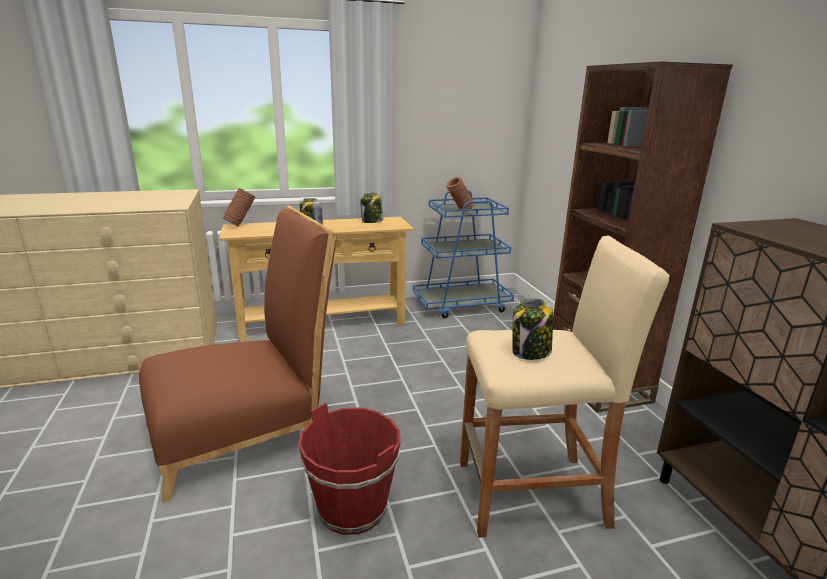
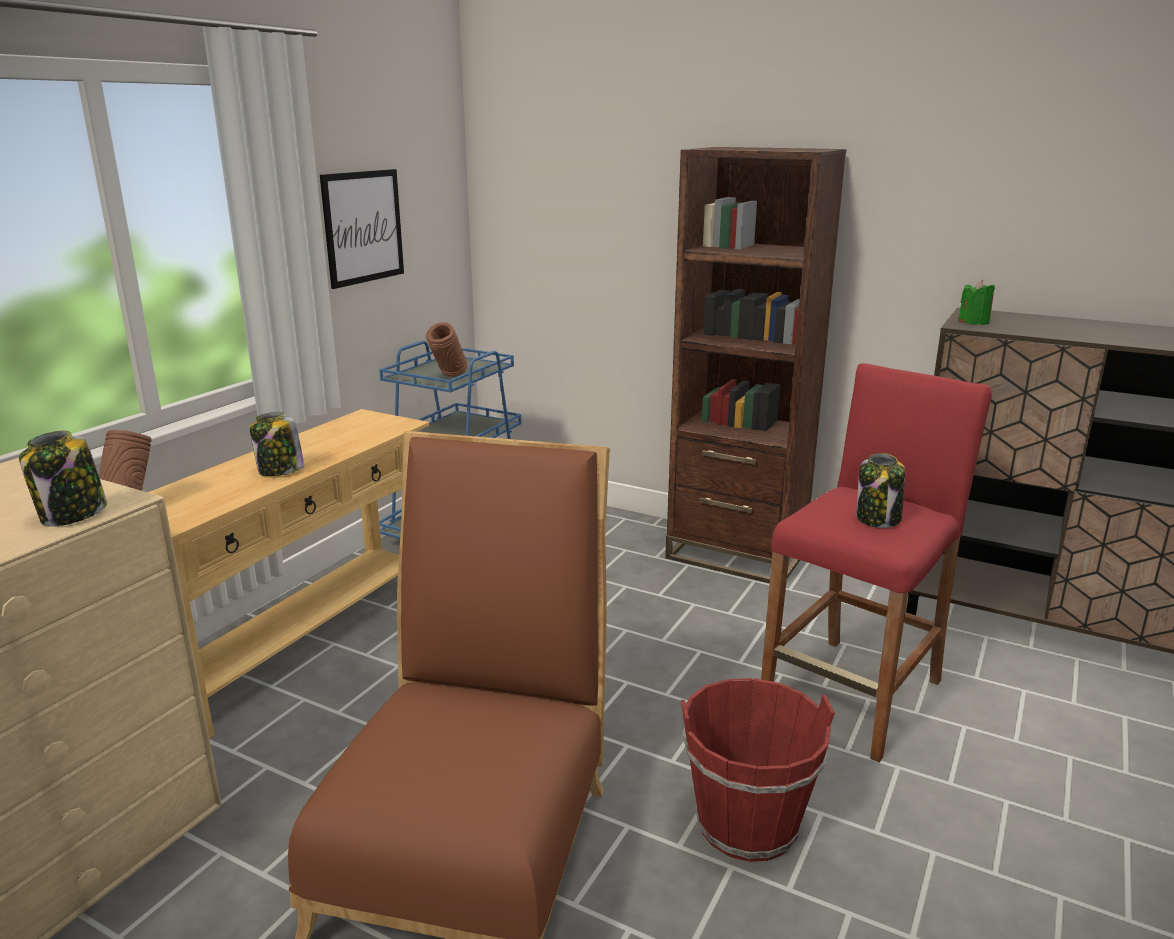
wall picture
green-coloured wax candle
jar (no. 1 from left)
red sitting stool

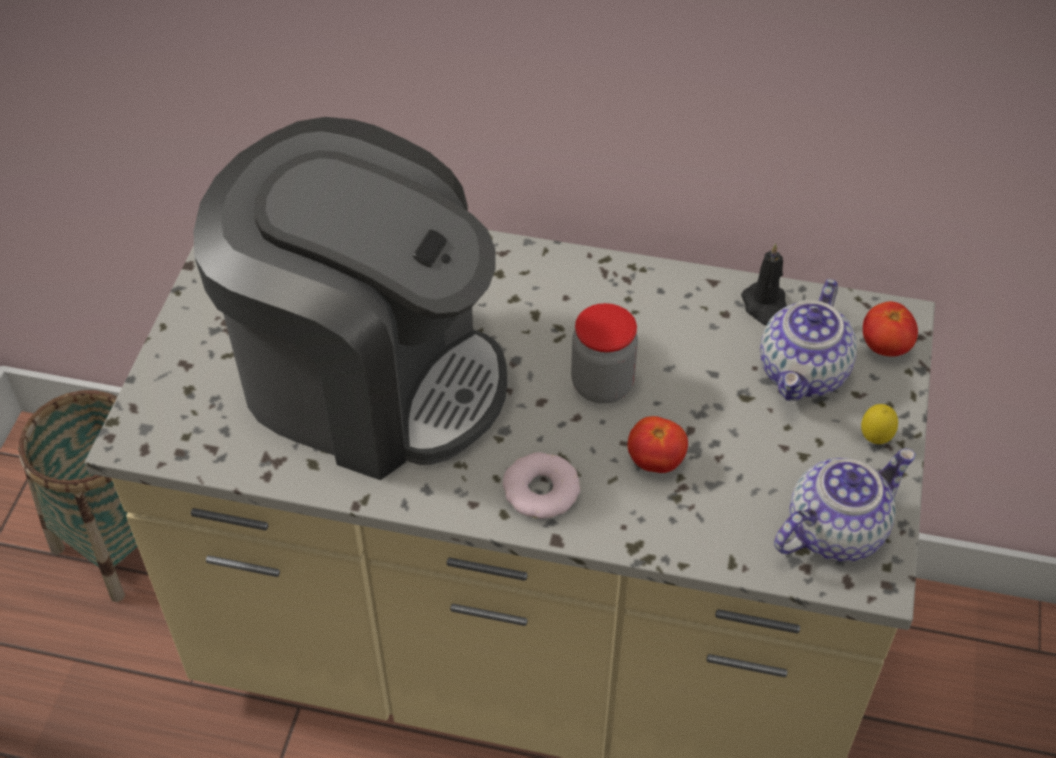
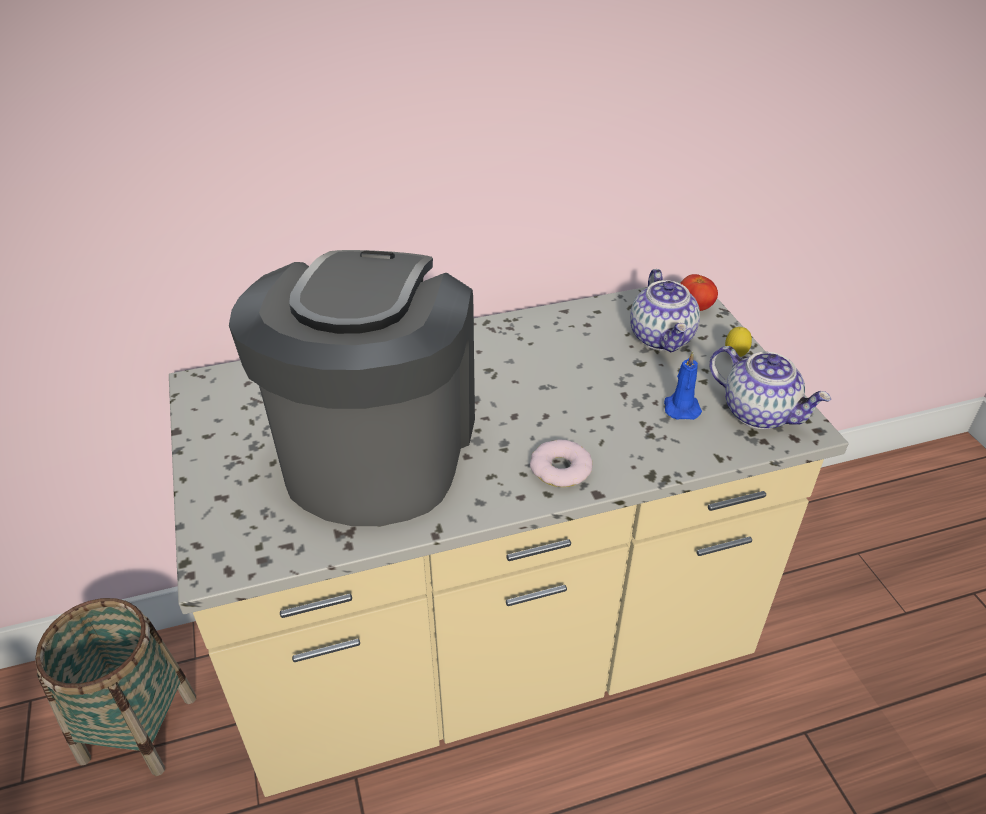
jar
tomato (no. 1 from left in the first image)
blackish wax candle
bluish wax candle
coffee brewer
pot for tea (no. 2 from left)

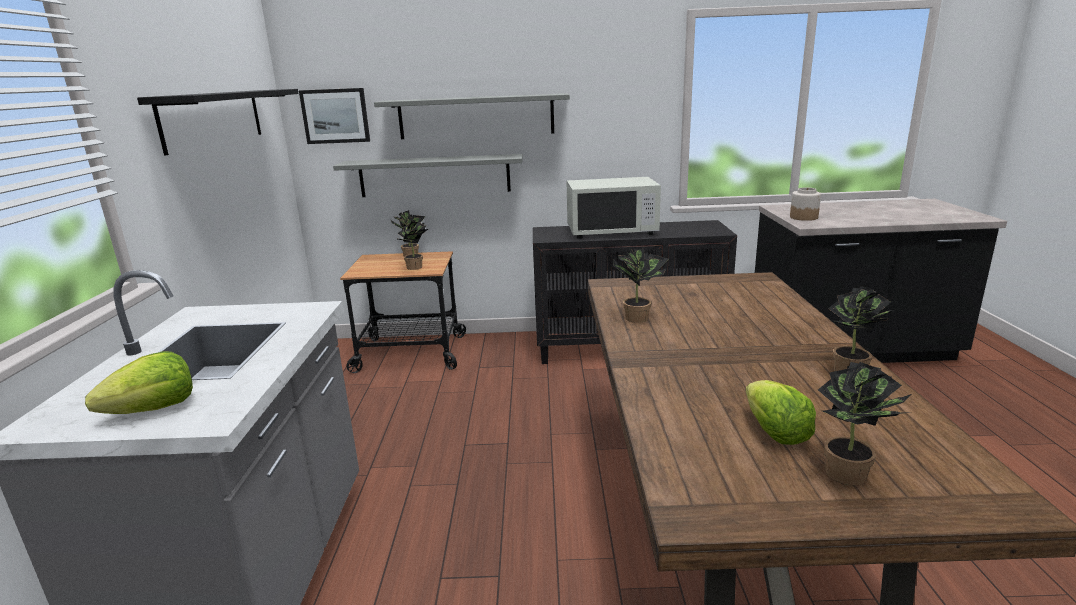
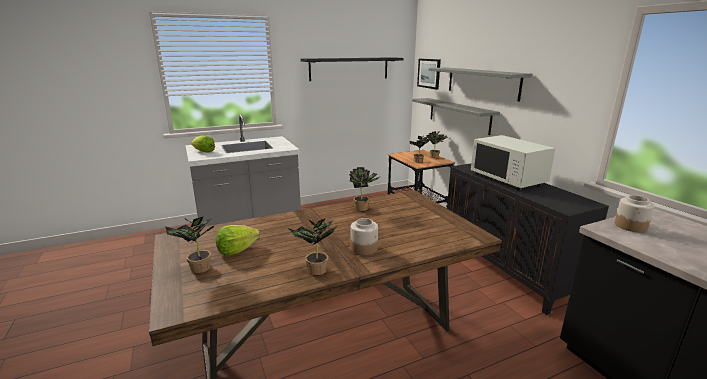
jar (no. 1 from left)

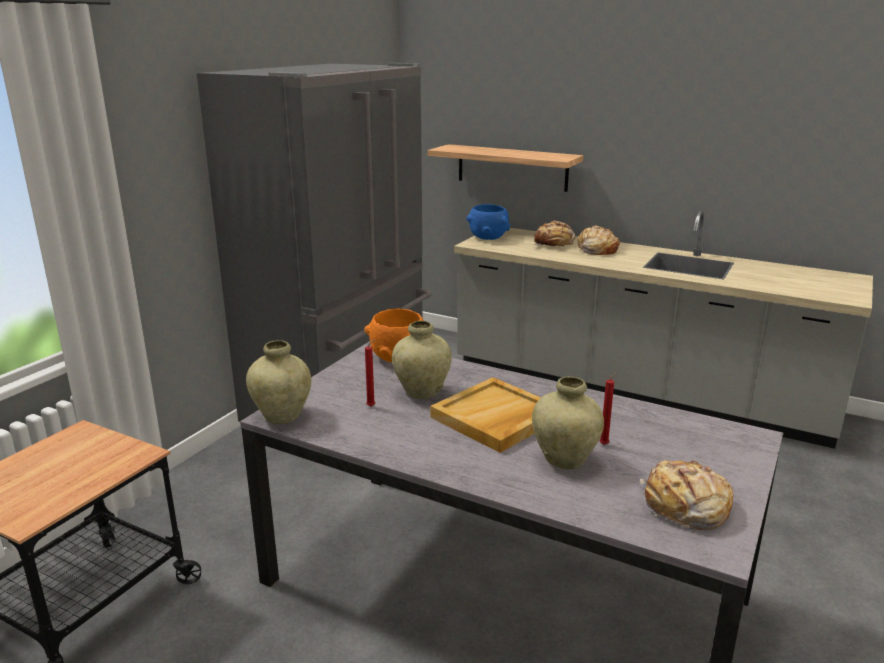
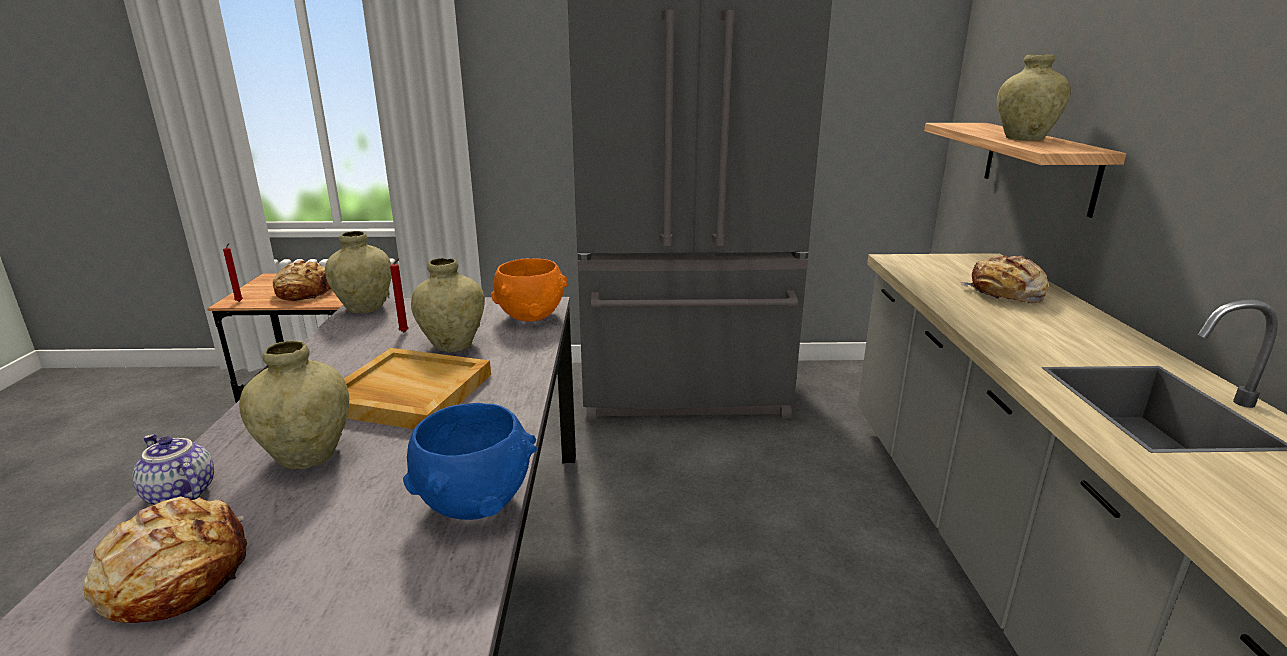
pot for tea
beige-coloured flower vase (no. 4 from left)
bluish bowl
bakery bread (no. 2 from left)
red wax candle (no. 1 from left)

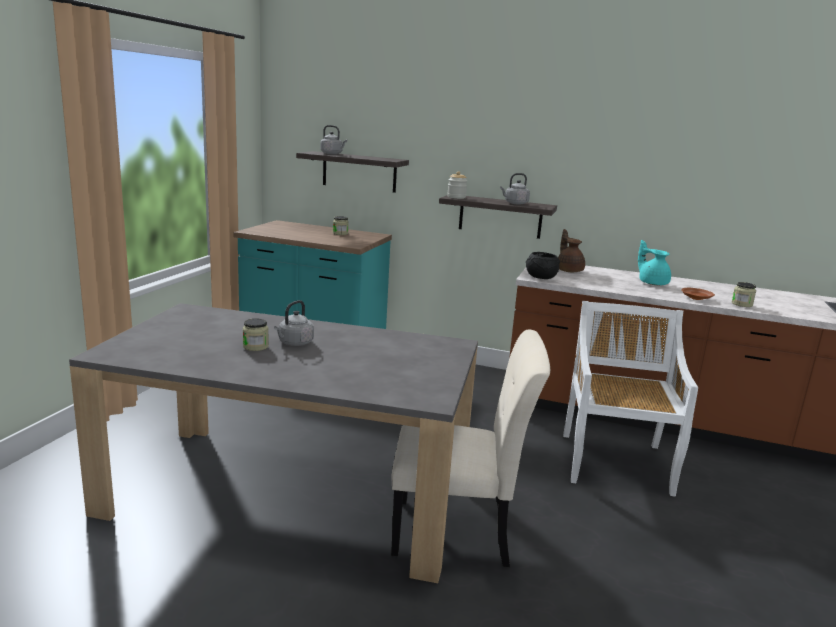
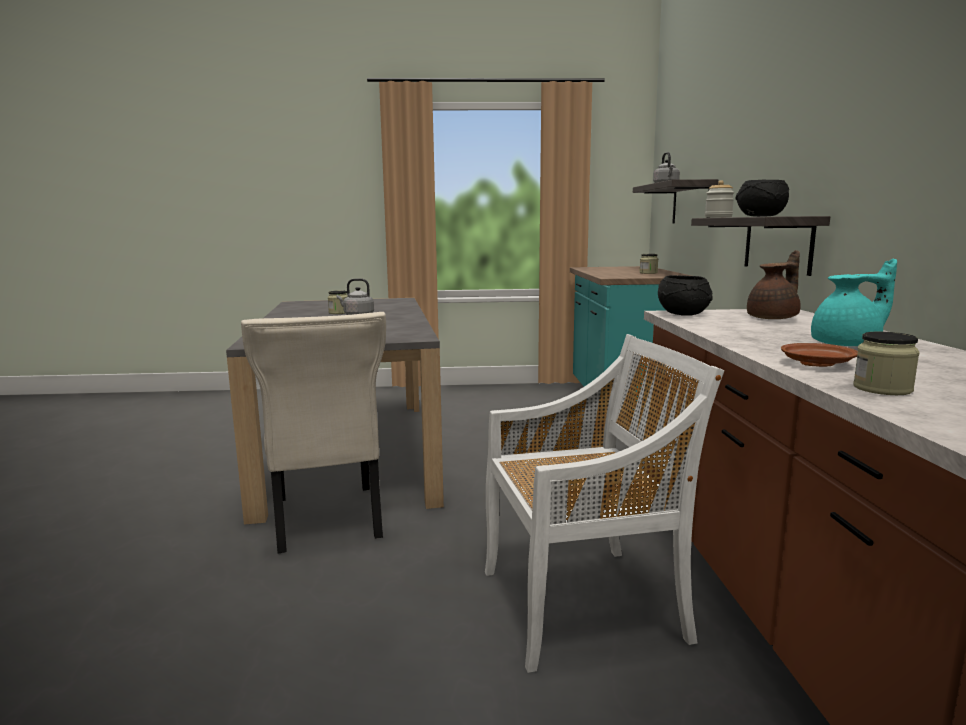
blackish bowl (no. 2 from left)
turquoise pot for tea

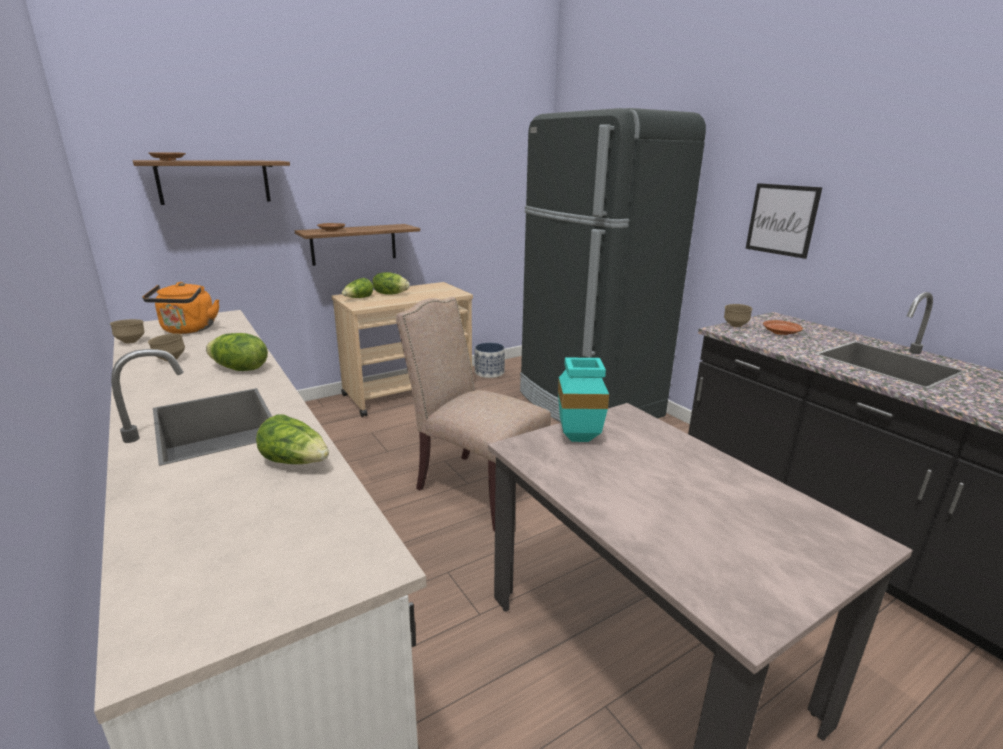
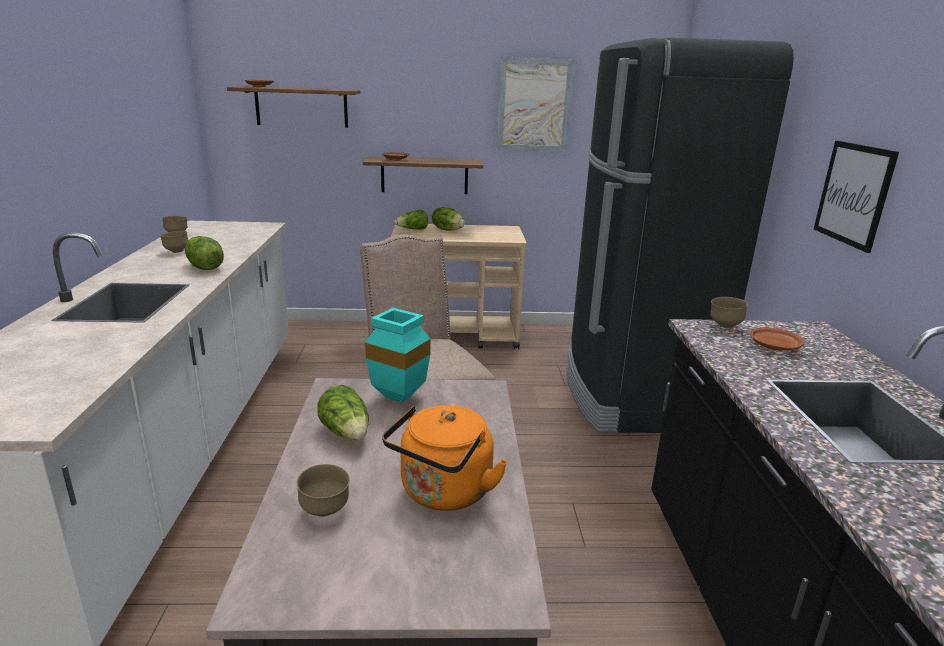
flower pot
brown-coloured bowl (no. 3 from left)
wall picture (no. 1 from left)
orangey kettle
lettuce head (no. 2 from left)

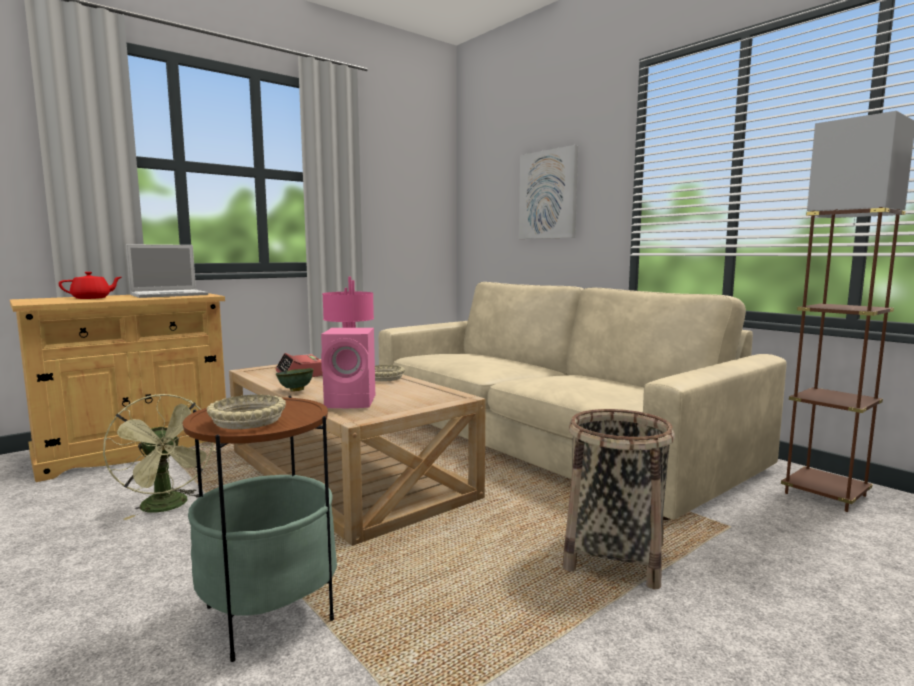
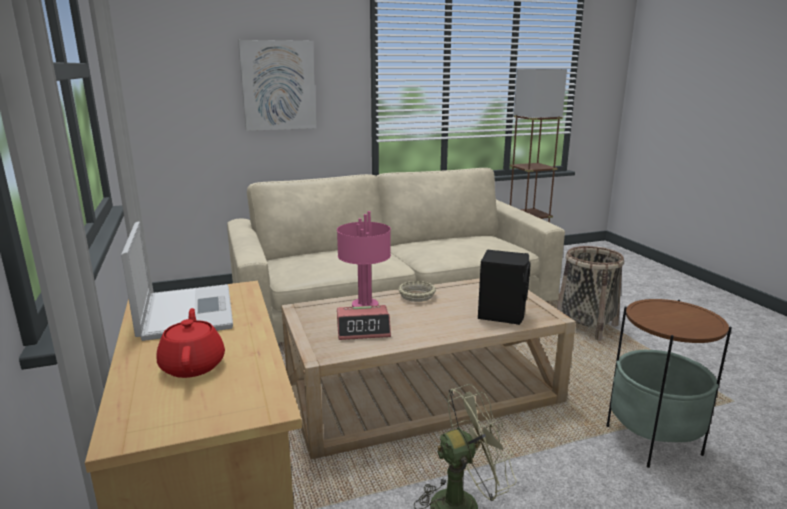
beige-coloured bowl (no. 1 from left in the first image)
green-coloured bowl
blackish loudspeaker

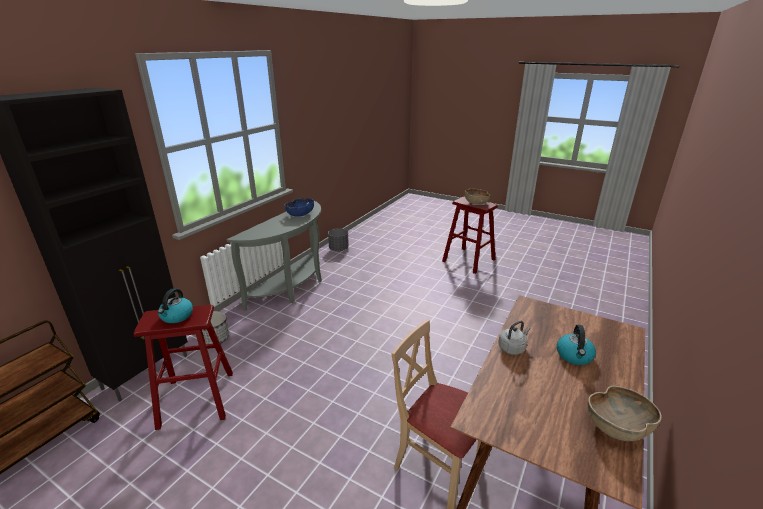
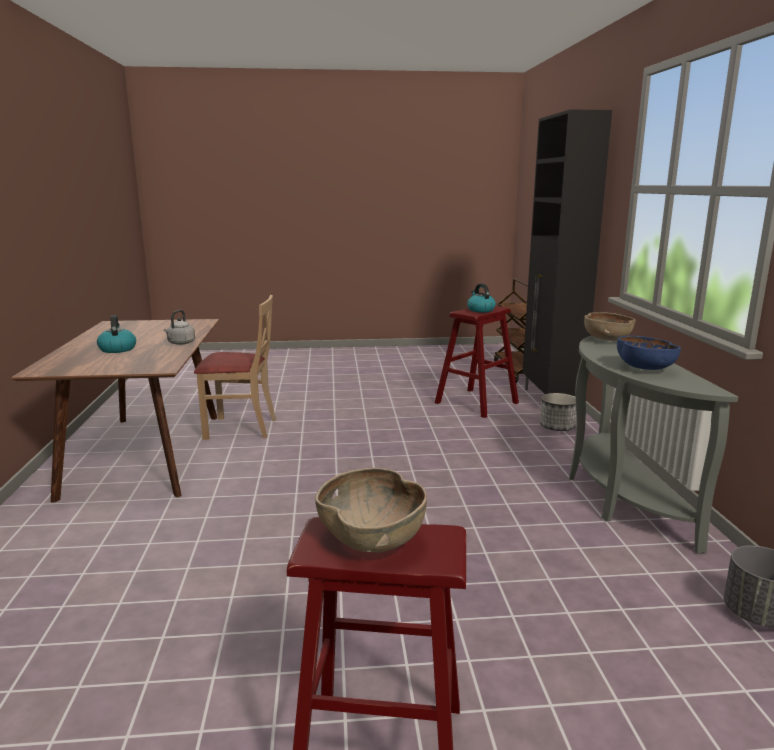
brown-coloured bowl (no. 2 from left)

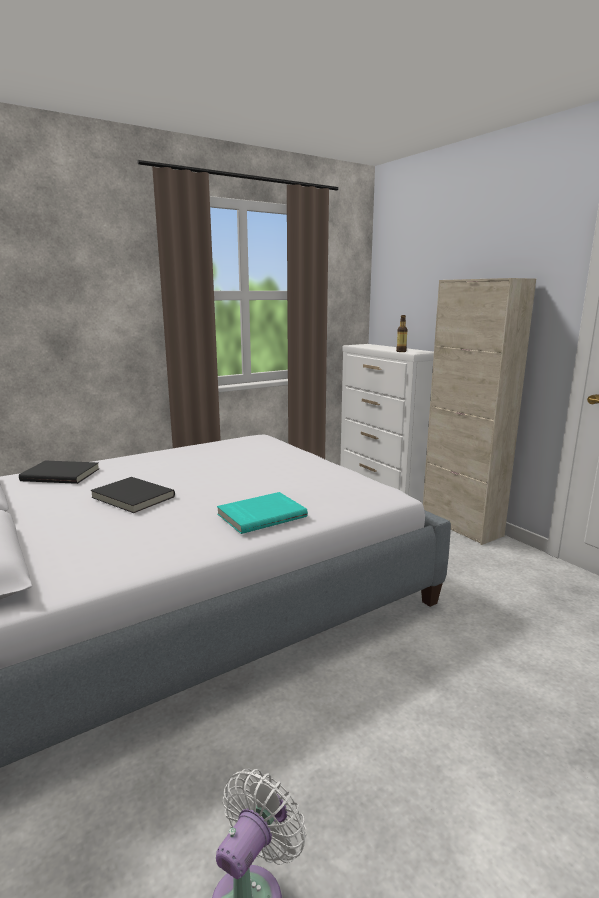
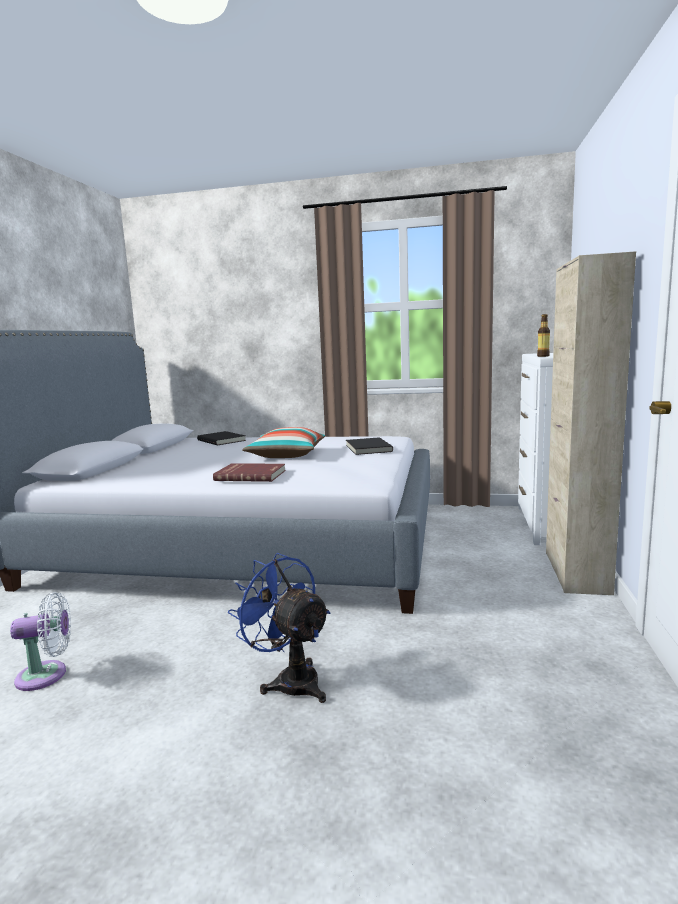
bluish cooling fan
pillow
blackish volume (no. 2 from left)
red volume

